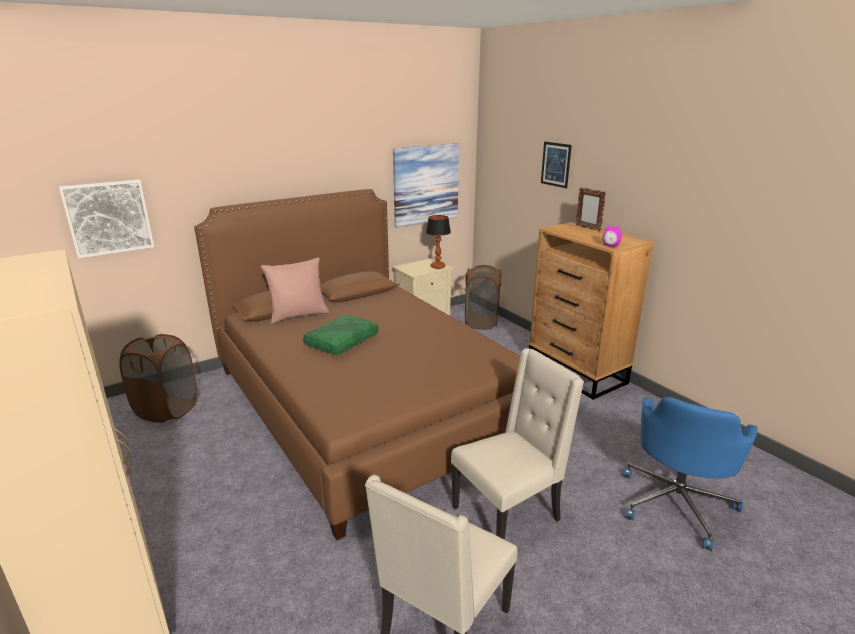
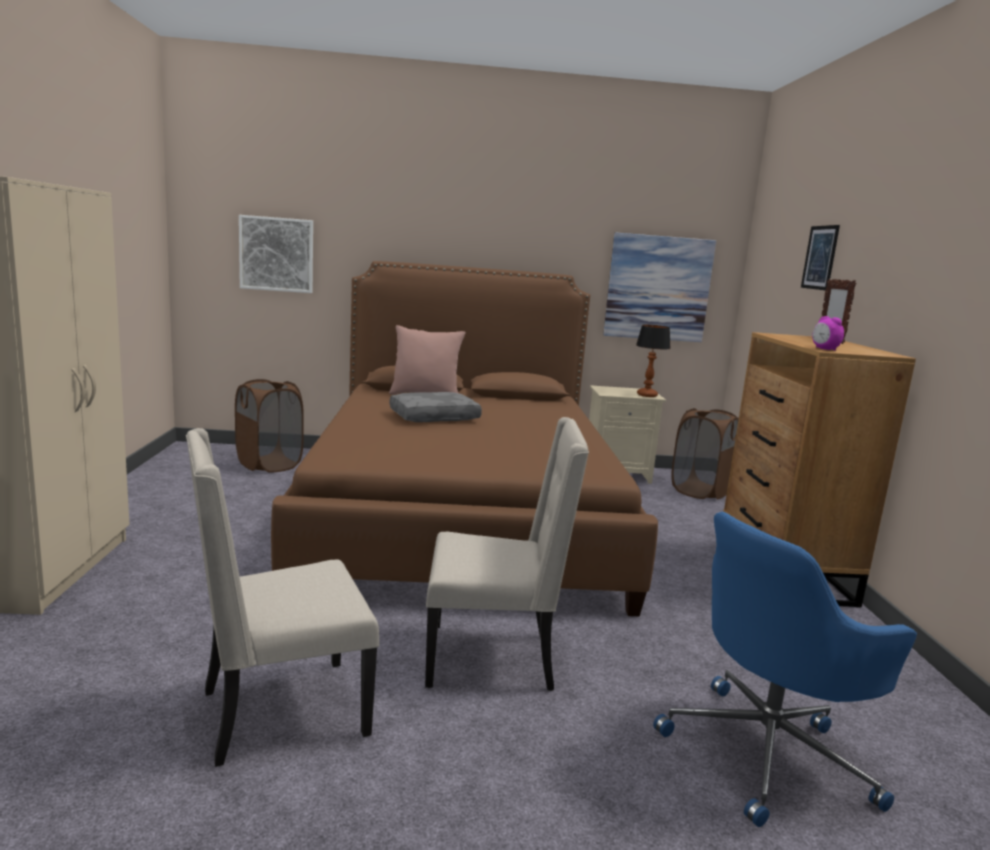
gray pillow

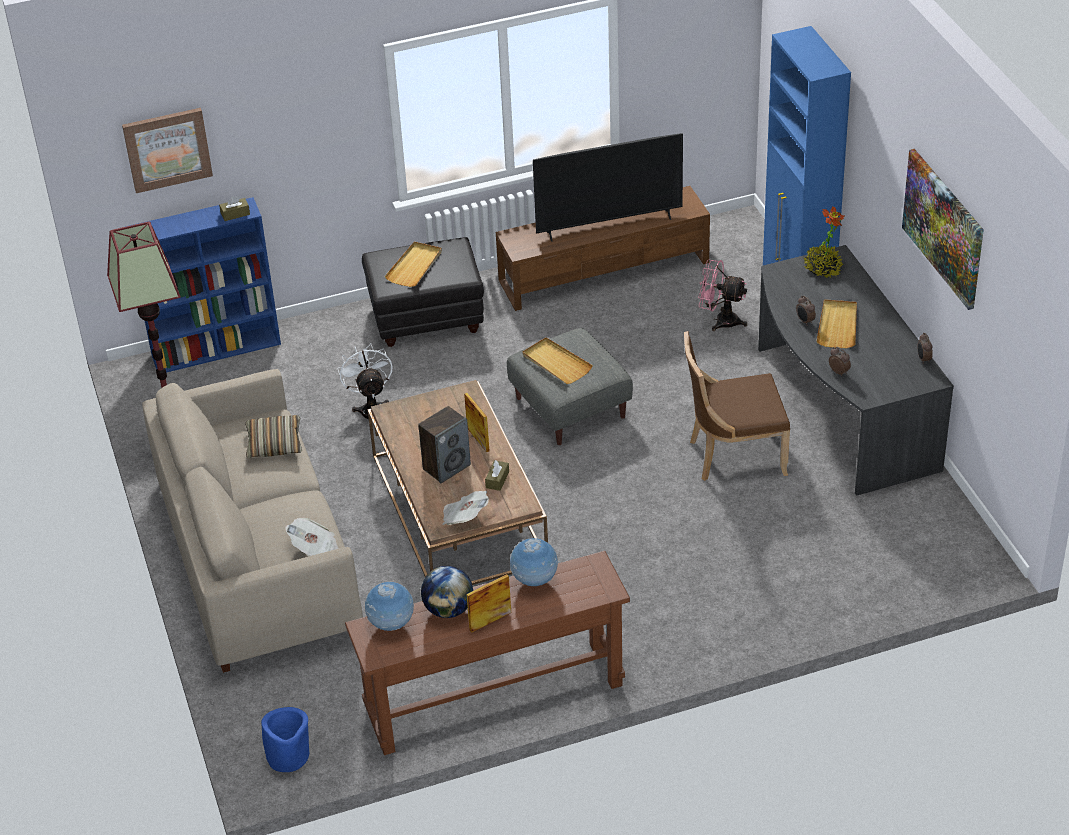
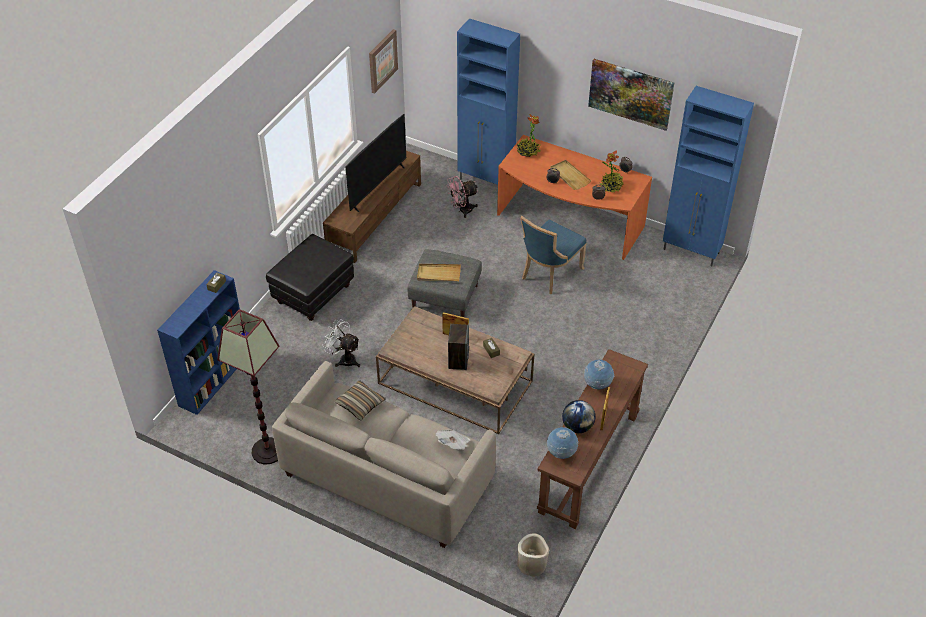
beige-coloured carrying tray (no. 1 from left in the first image)
daily paper (no. 2 from left in the first image)
potted plant (no. 2 from left)
bluish cabinet (no. 2 from left)
wall picture (no. 1 from left)
beige-coloured flower pot
bluish upright chair
orangey desk unit

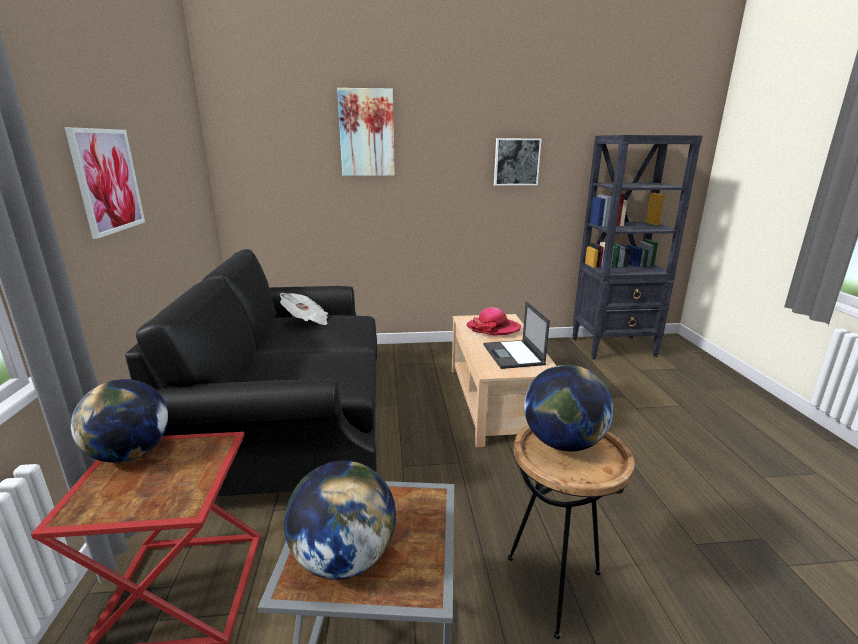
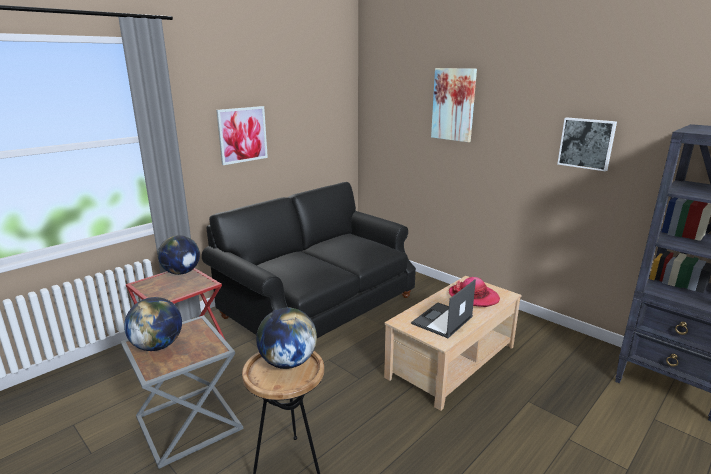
daily paper

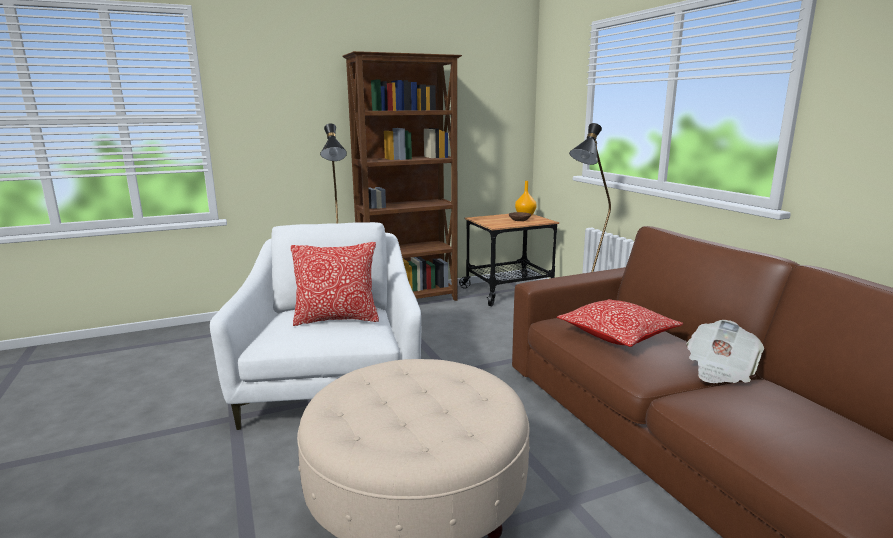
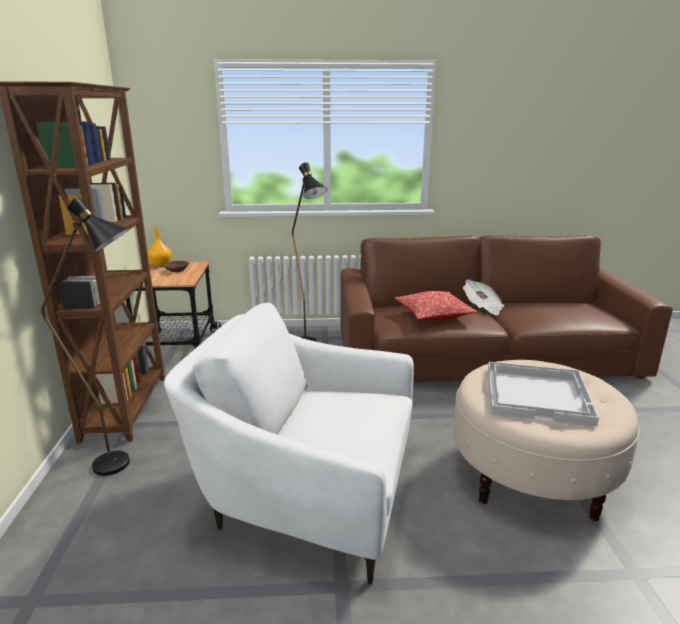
pillow (no. 1 from left in the first image)
white-coloured carrying tray

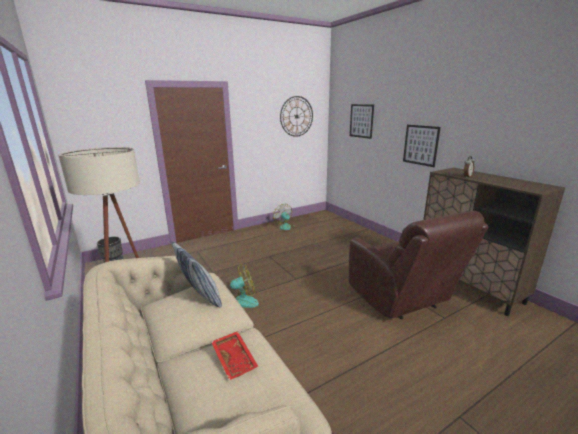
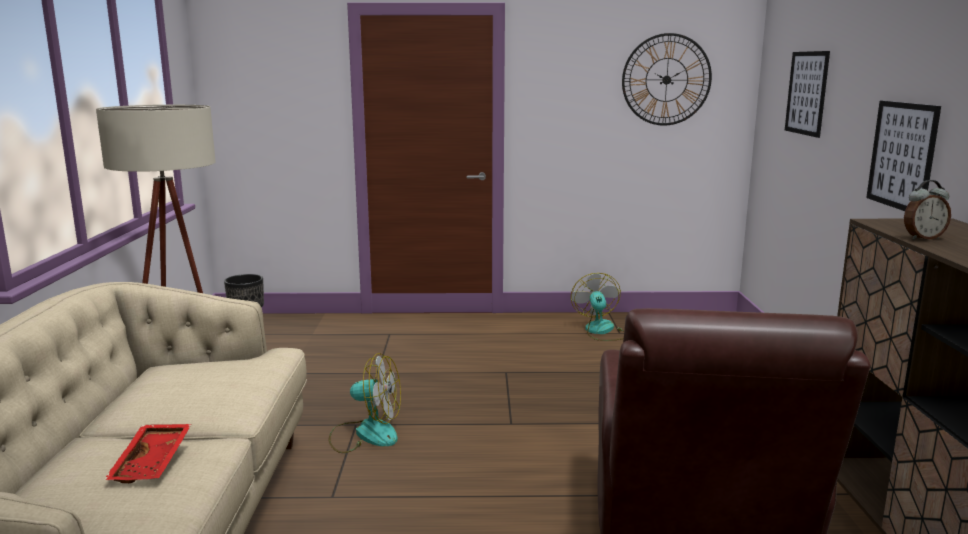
pillow

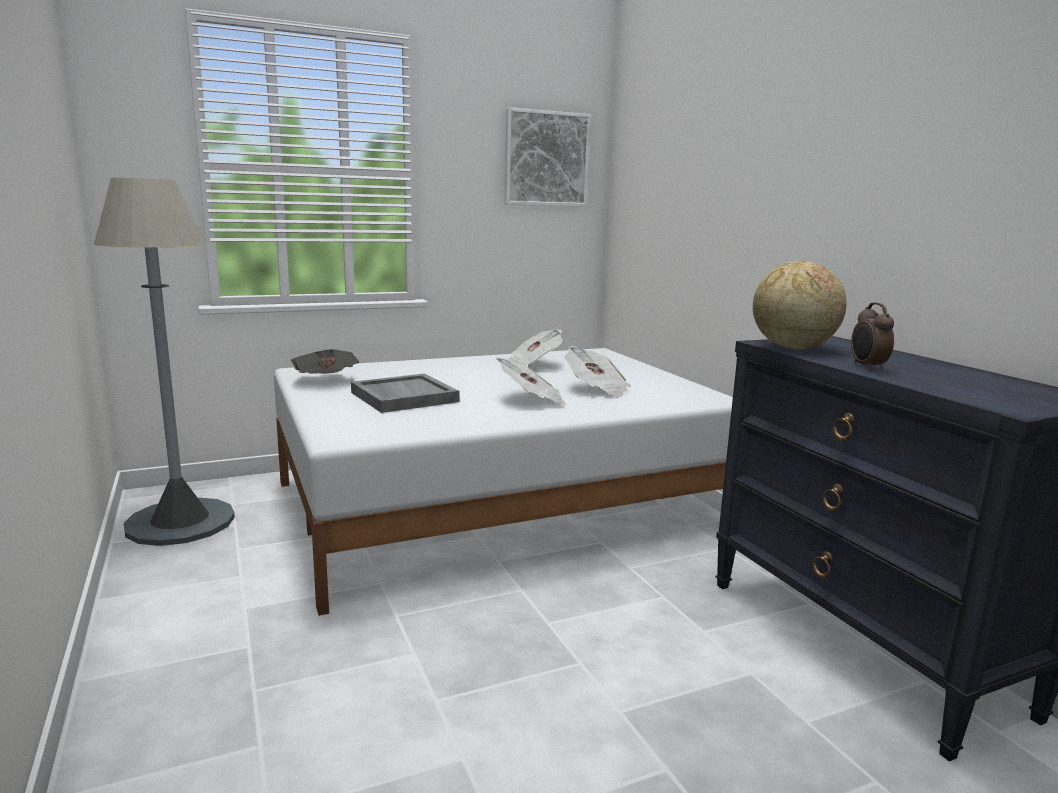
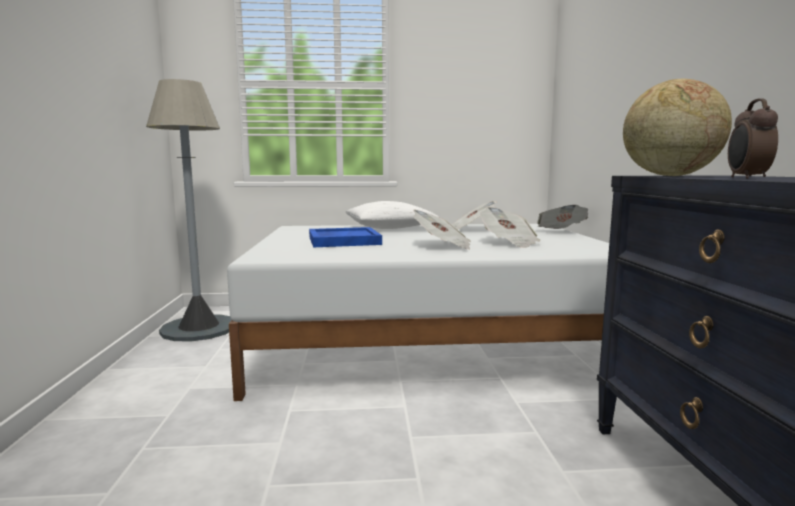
wall picture
white-coloured pillow
daily paper (no. 4 from left)
bluish carrying tray

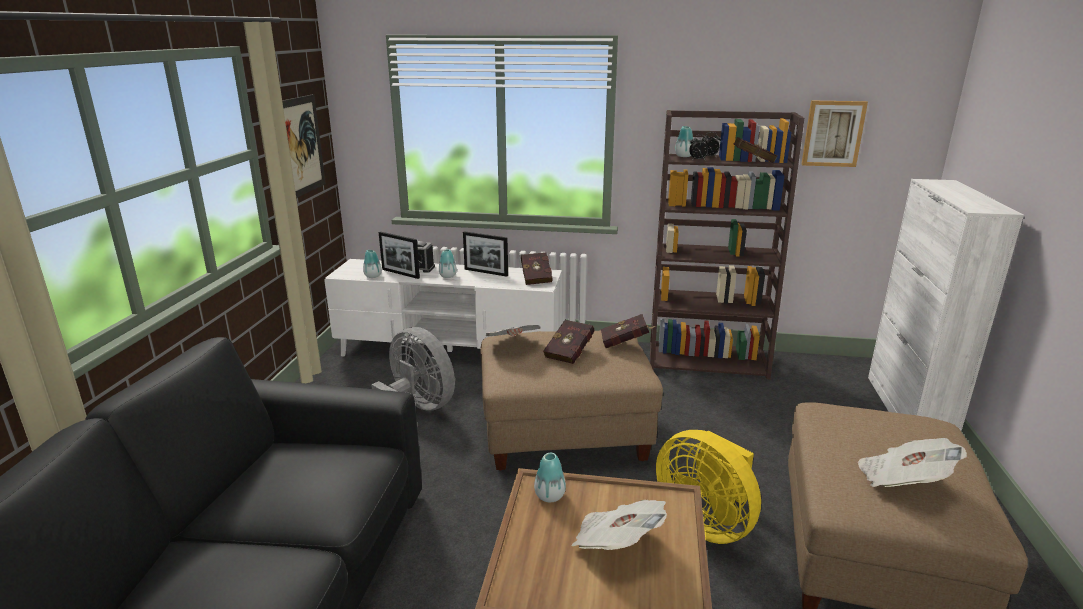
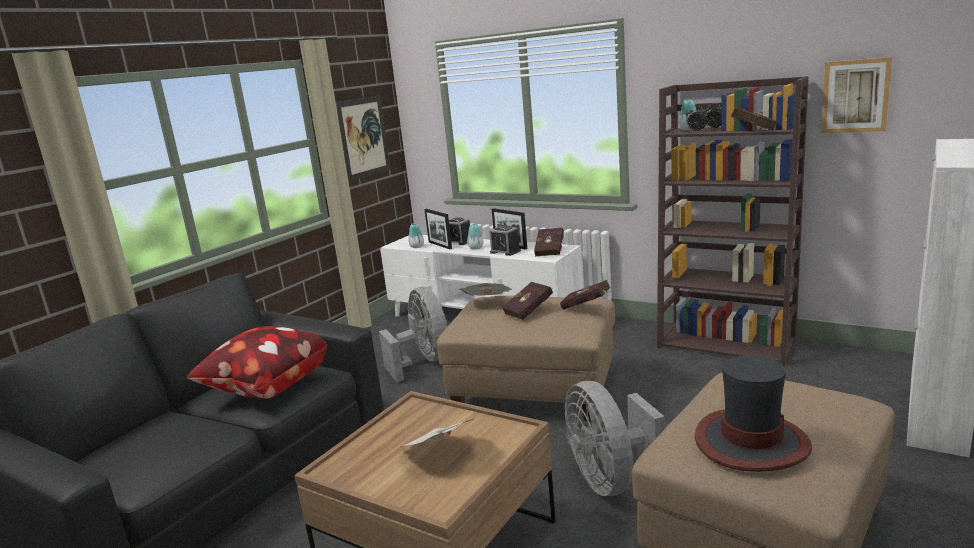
flower vase (no. 3 from left in the first image)
pillow
alarm clock (no. 2 from left)
clothing hat
gray cooling fan (no. 2 from left)

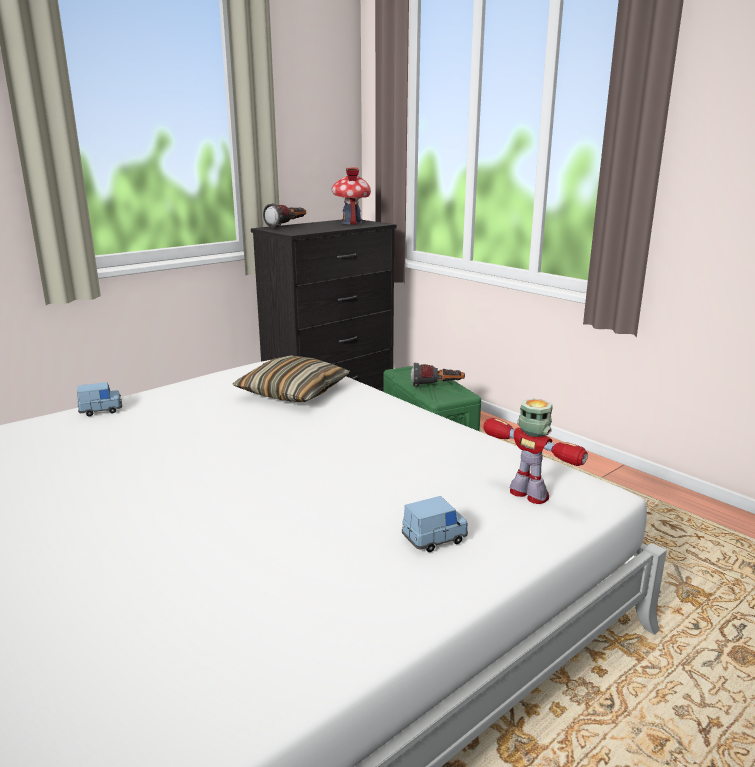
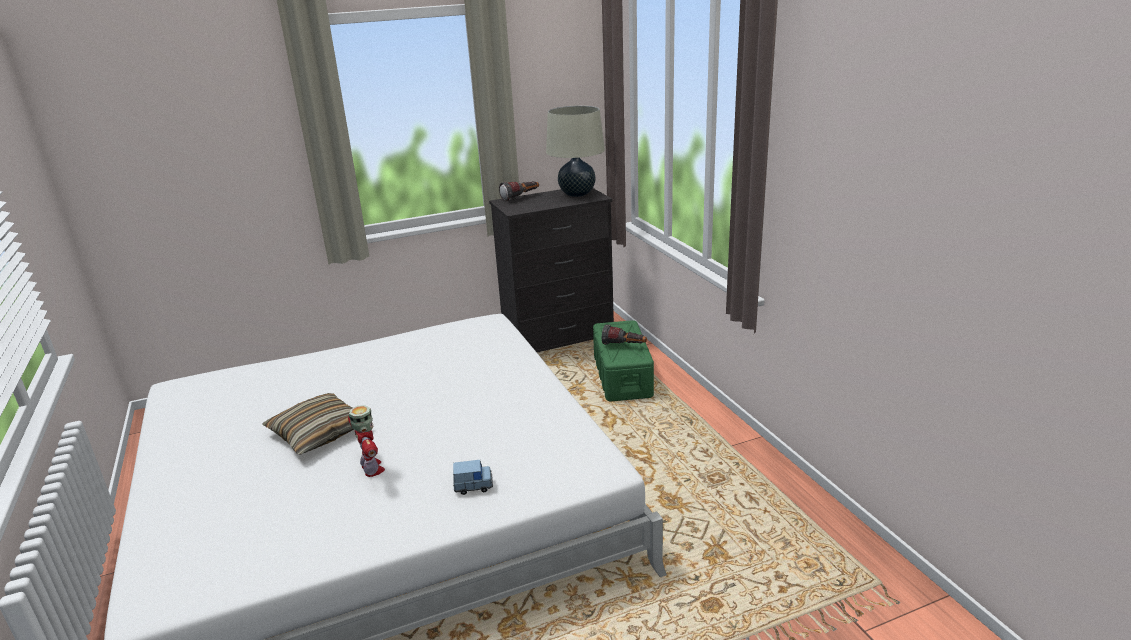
bluish miniature car (no. 1 from left in the first image)
pillow
model robot
beige-coloured table lamp

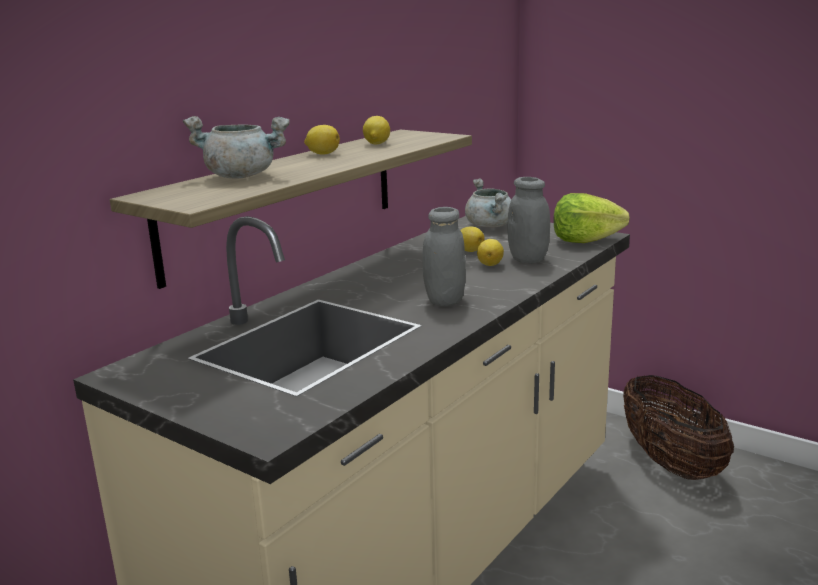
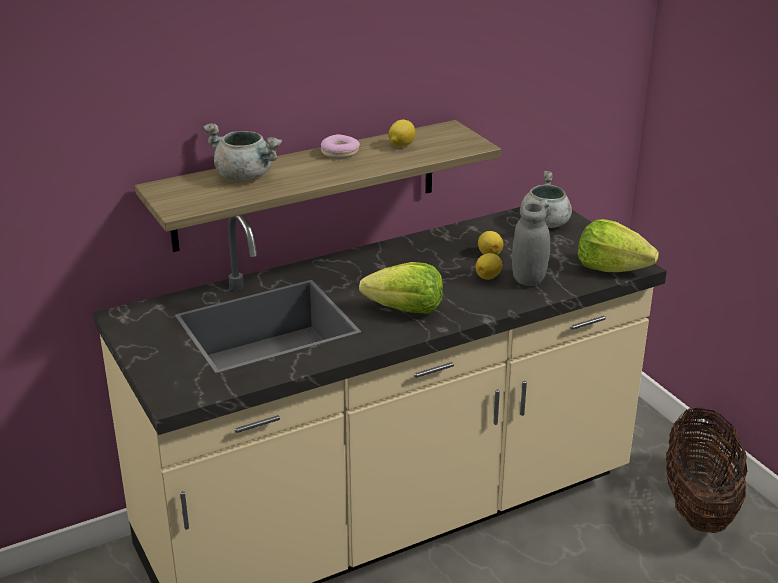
ring doughnut
lettuce head (no. 1 from left)

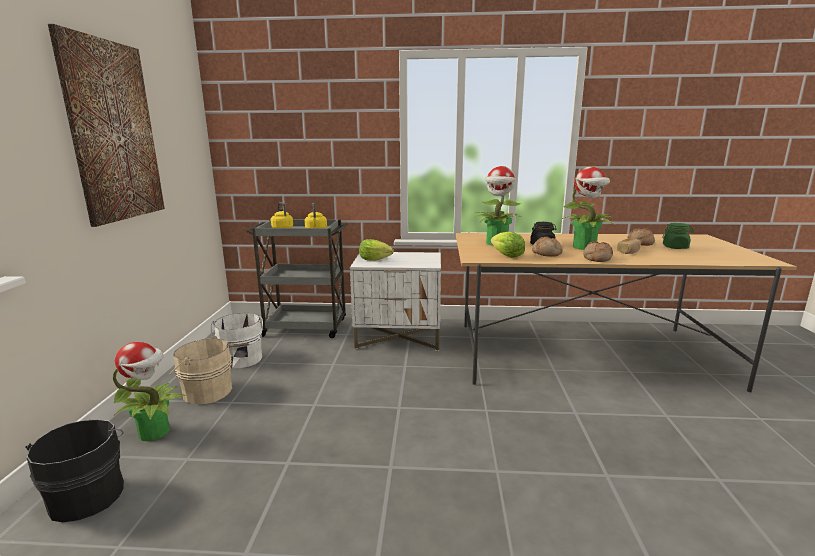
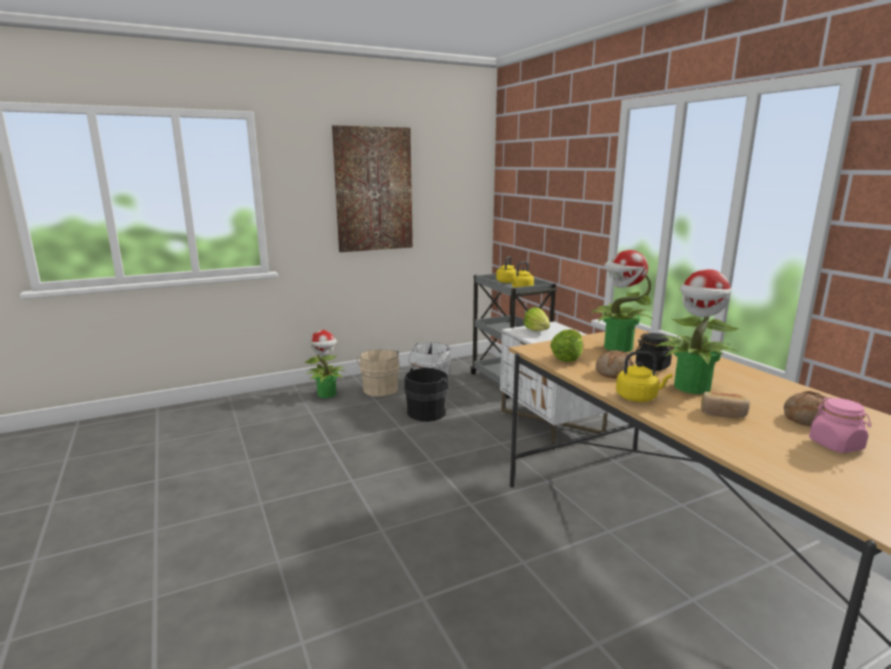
blackish bucket
yellow kettle (no. 3 from left)
pinkish jar

